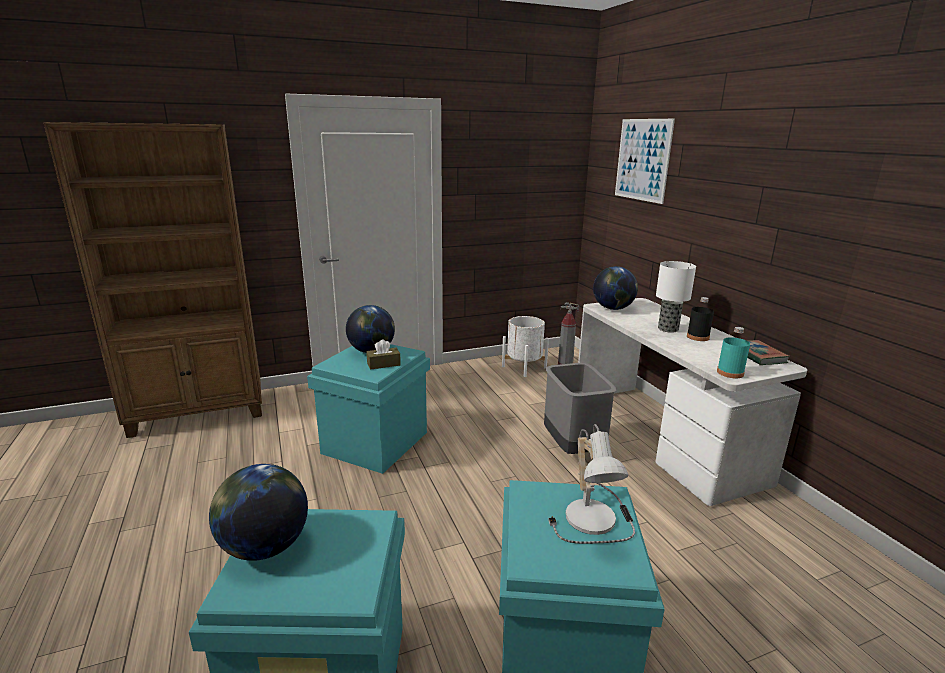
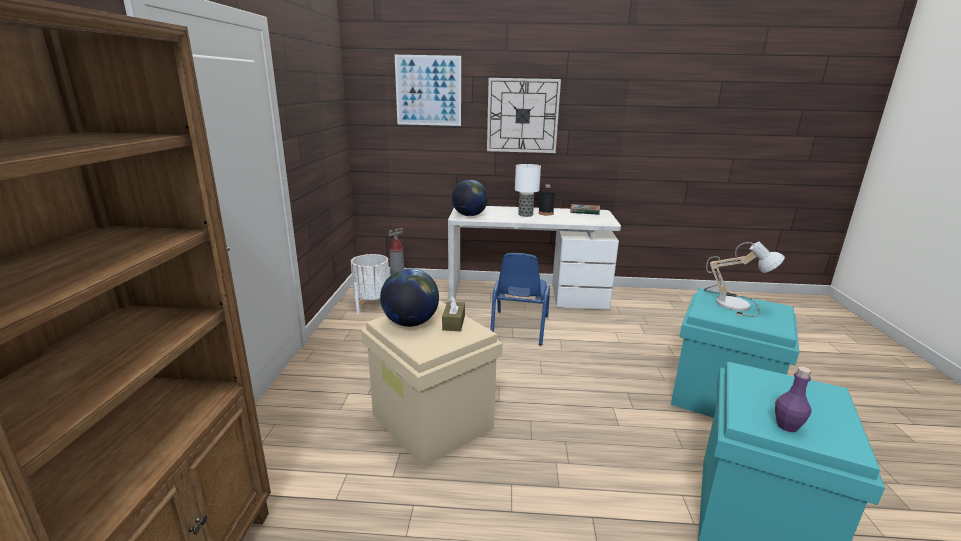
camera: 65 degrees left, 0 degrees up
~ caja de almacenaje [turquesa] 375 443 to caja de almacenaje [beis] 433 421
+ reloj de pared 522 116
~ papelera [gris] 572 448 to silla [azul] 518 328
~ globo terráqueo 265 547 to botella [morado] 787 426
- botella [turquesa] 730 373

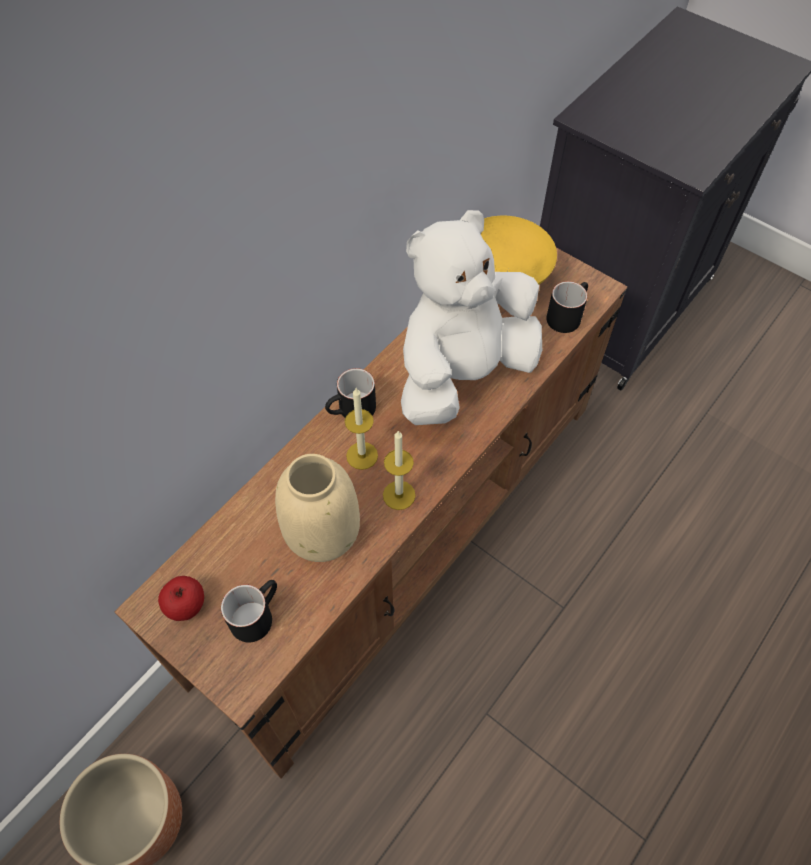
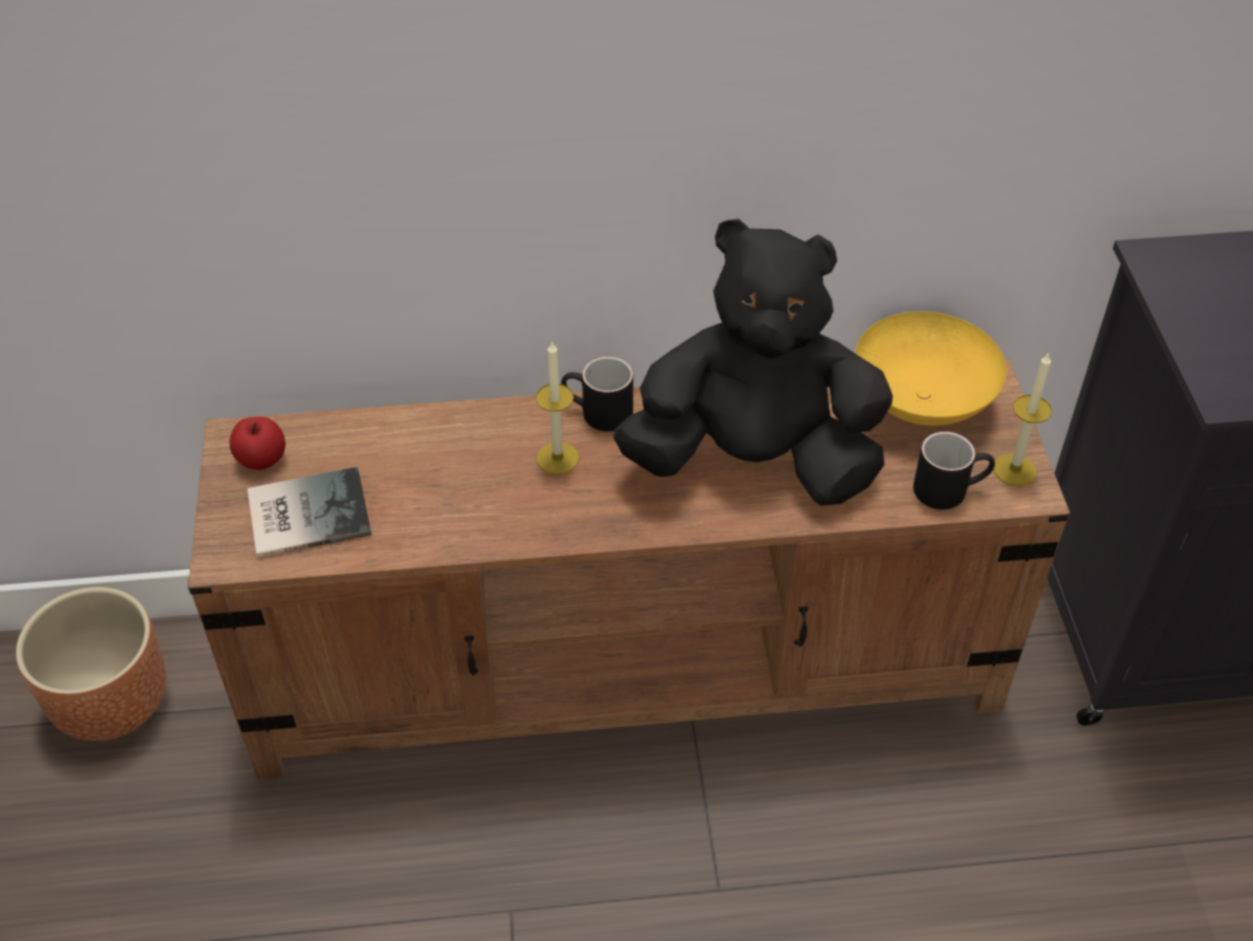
camera: 45 degrees right, 10 degrees down
~ taza grande [negro] 256 614 to libro 305 512
~ peluche [blanco] 463 373 to peluche [negro] 754 460
~ vela 399 495 to 1014 469
- florero [beis] 322 532

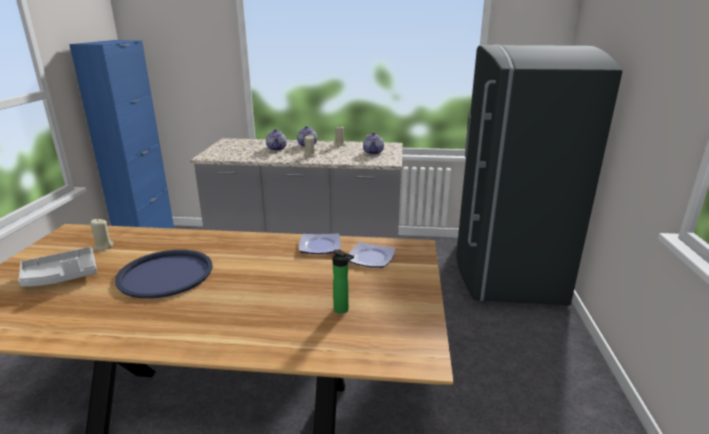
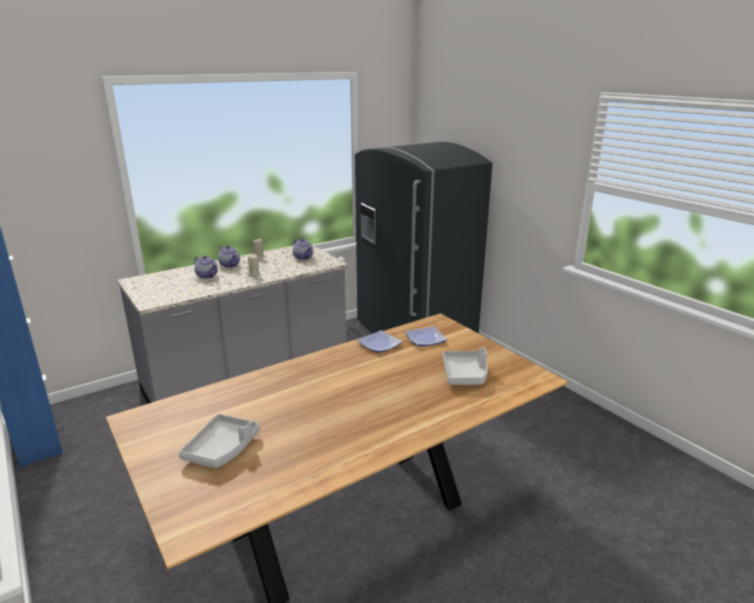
camera: 40 degrees left, 0 degrees up
~ botella 343 310 to bandeja [gris] 465 374
- vela [beis] 103 246
- bandeja [azul] 165 274

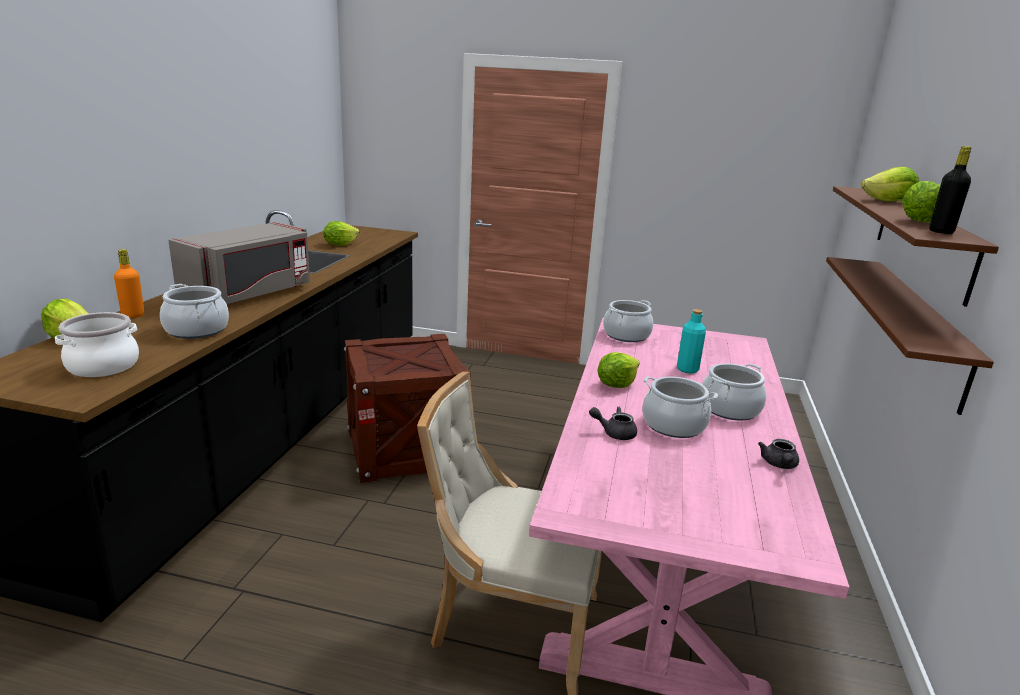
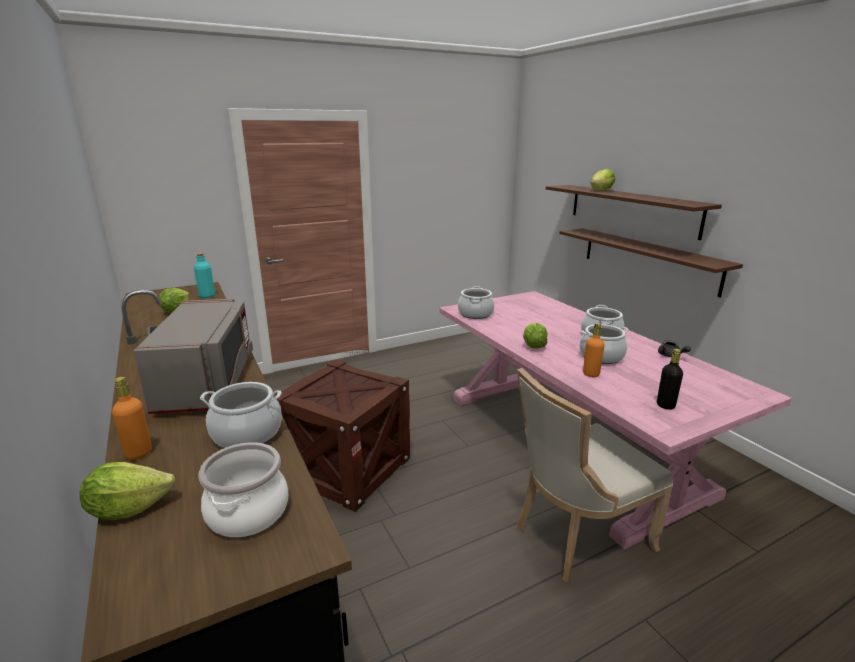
camera: 40 degrees left, 0 degrees up
~ botella [turquesa] 687 369 to 207 296
~ tetera [gris] 614 433 to botella [naranja] 591 374
~ botella [negro] 941 232 to 665 405
- lechuga 918 221

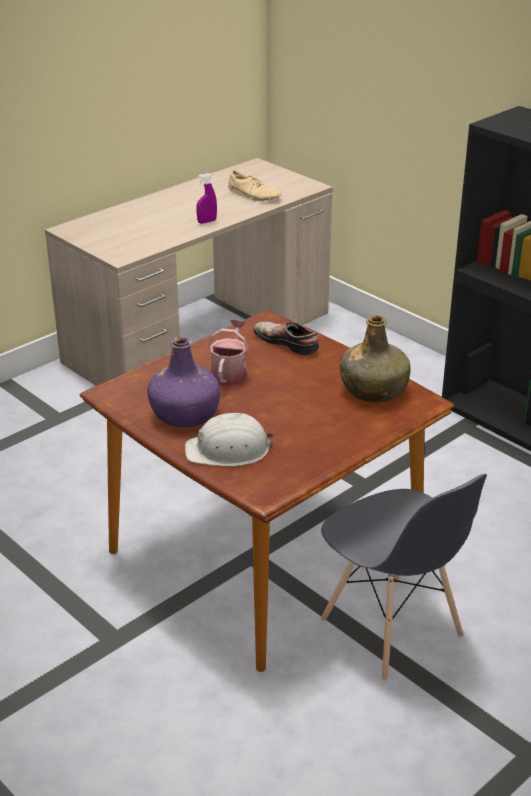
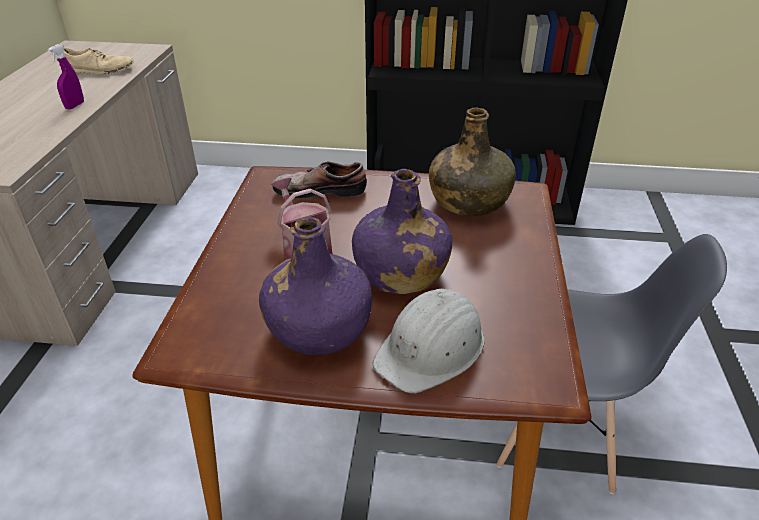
camera: 40 degrees left, 5 degrees up
+ botella [morado] 400 273

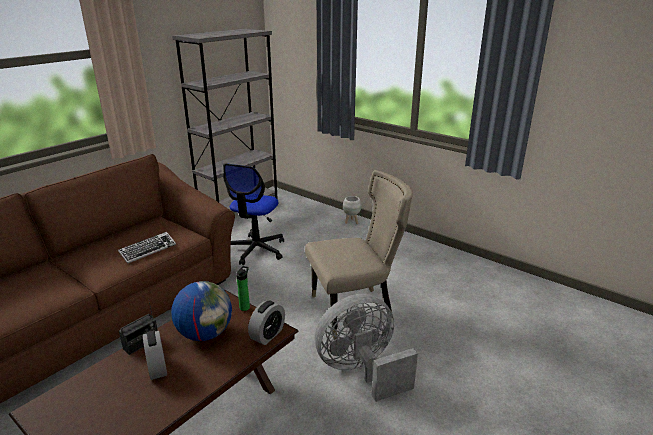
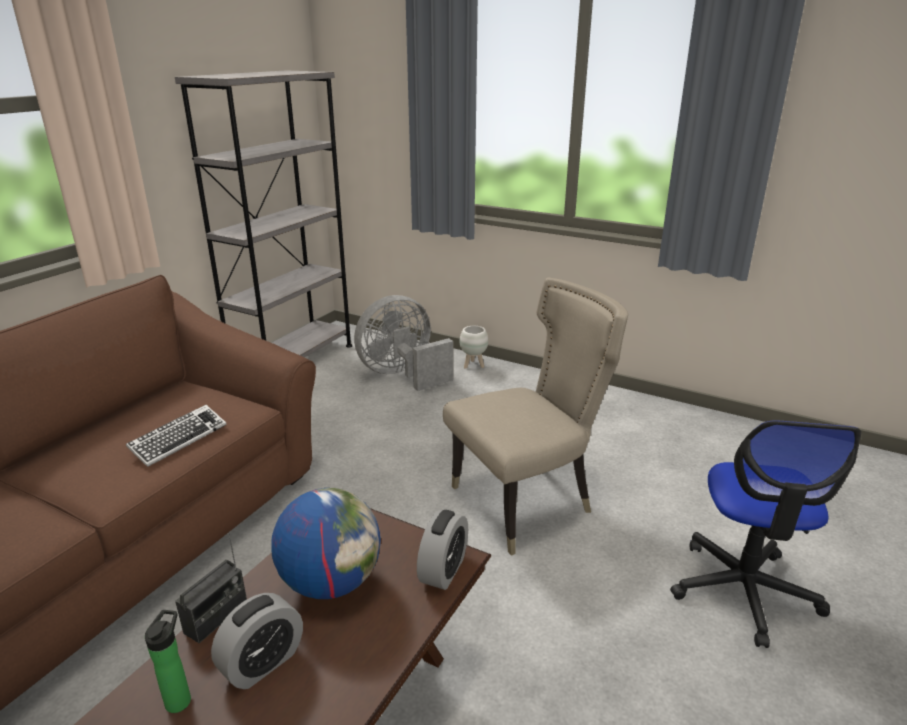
camera: 10 degrees left, 0 degrees up
~ botella 245 307 to 180 698
~ despertador 157 368 = 262 663 105 degrees counterclockwise
~ ventilador [gris] 361 371 to 402 375
~ silla de oficina 256 250 to 744 590

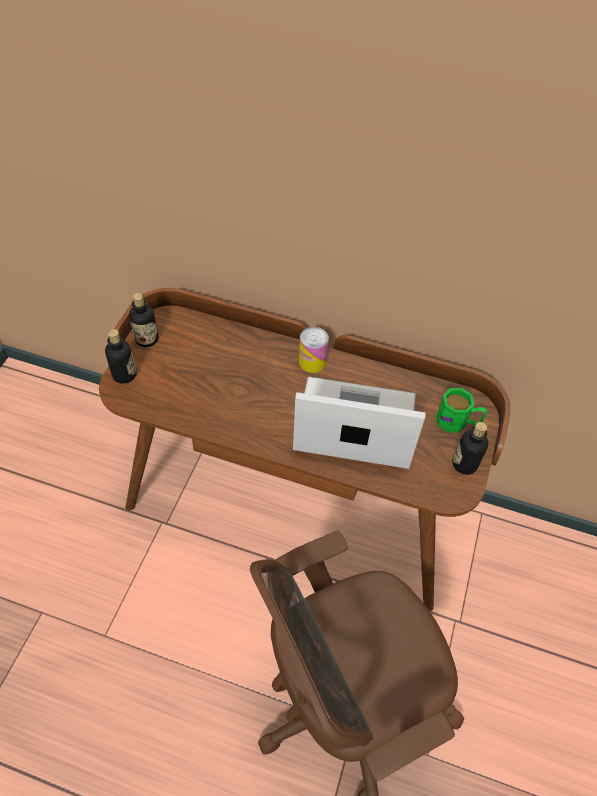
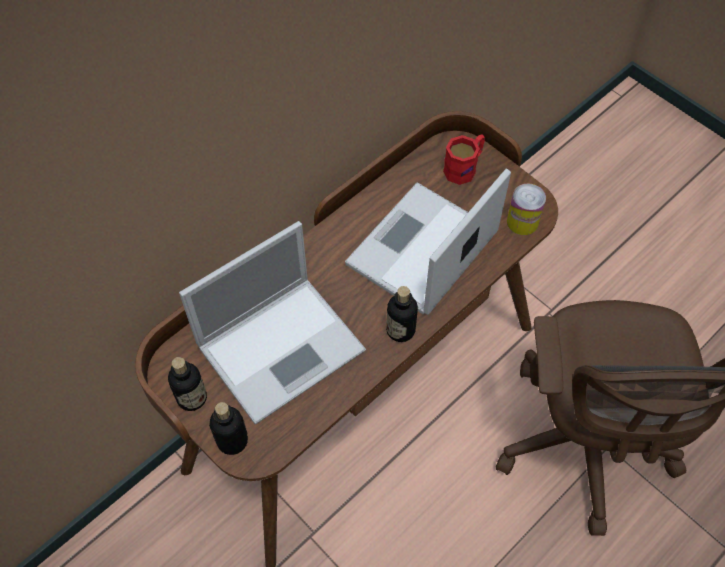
camera: 60 degrees left, 5 degrees up
+ portátil 283 346
~ botella 464 464 to 400 330
~ taza grande [verde] 458 422 to taza grande [rojo] 464 167
~ lata 312 361 to 522 222

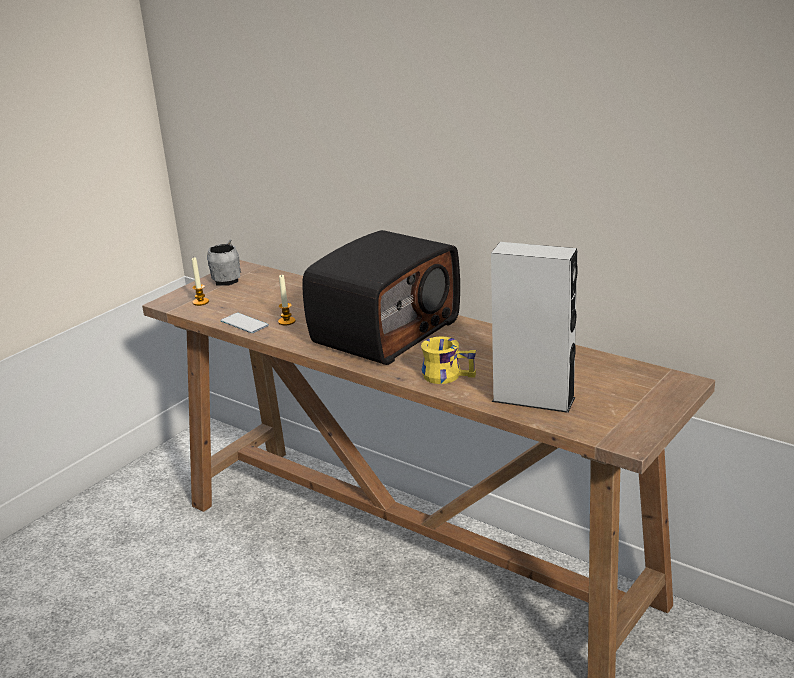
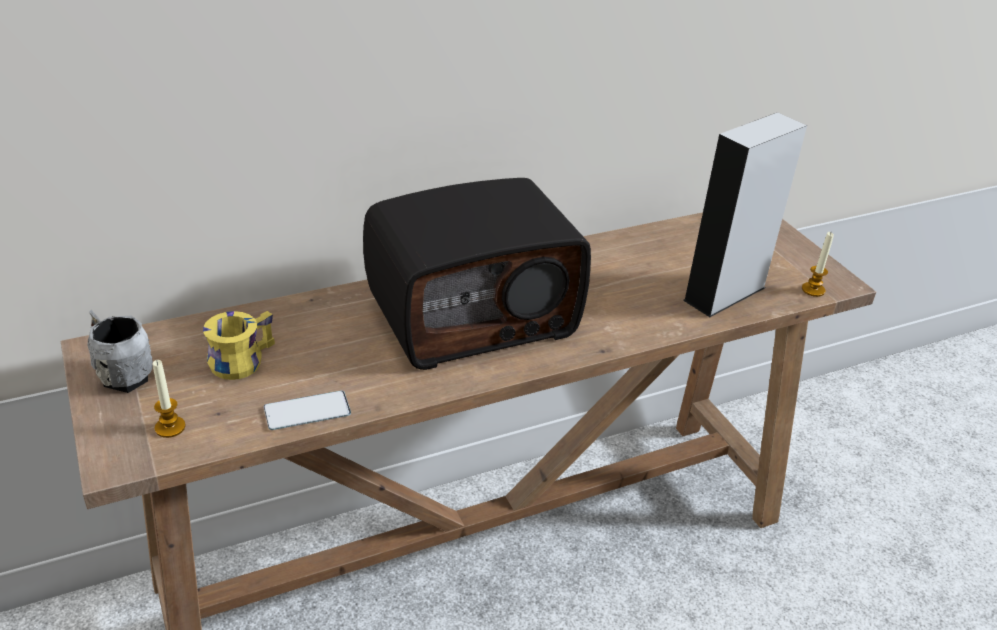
camera: 65 degrees left, 10 degrees up
~ taza grande [amarillo] 448 374 to 239 358
~ radio 384 331 = 472 314 90 degrees clockwise
~ vela 286 321 to 813 290

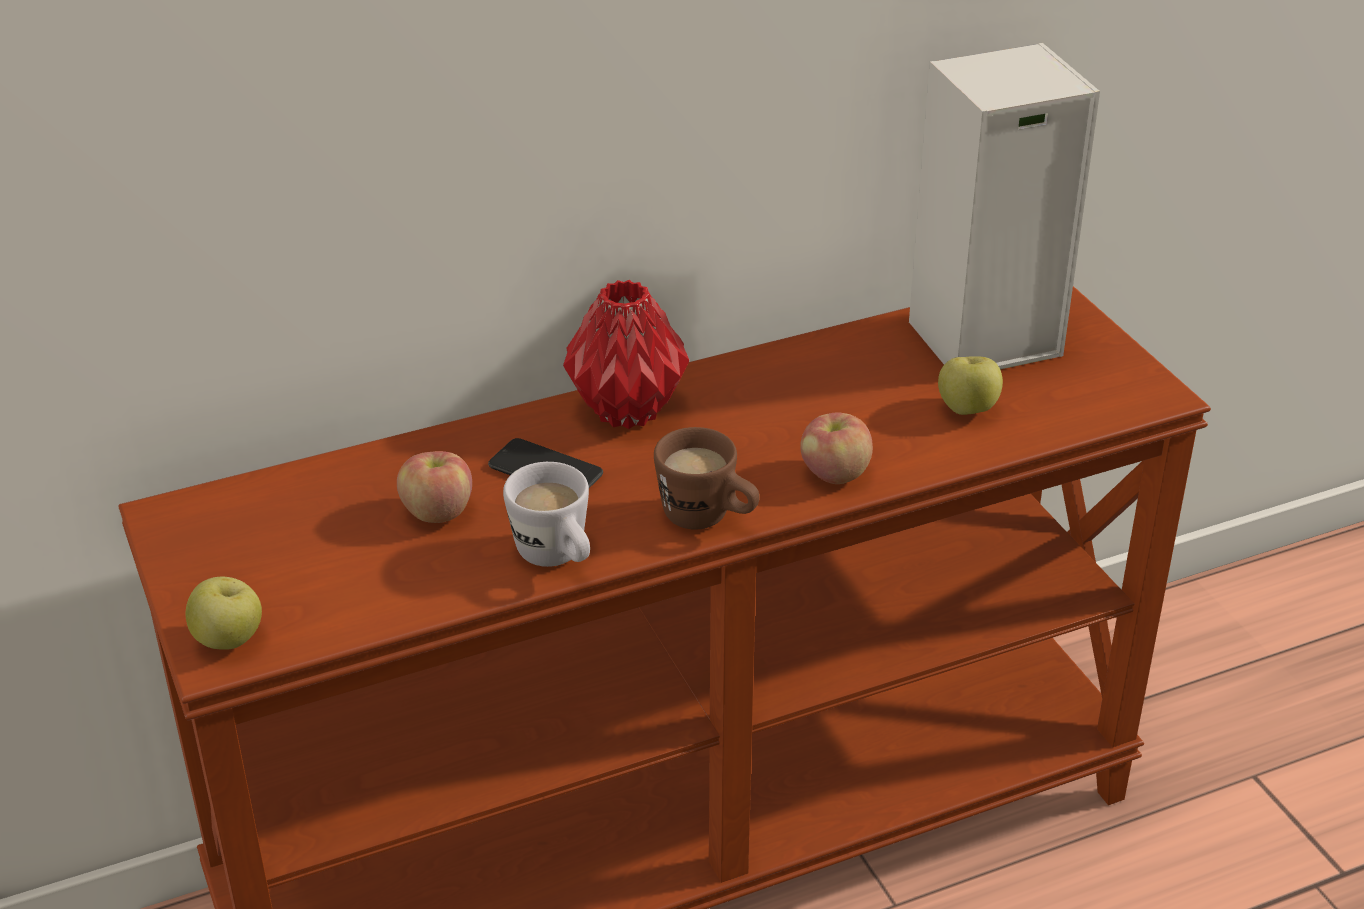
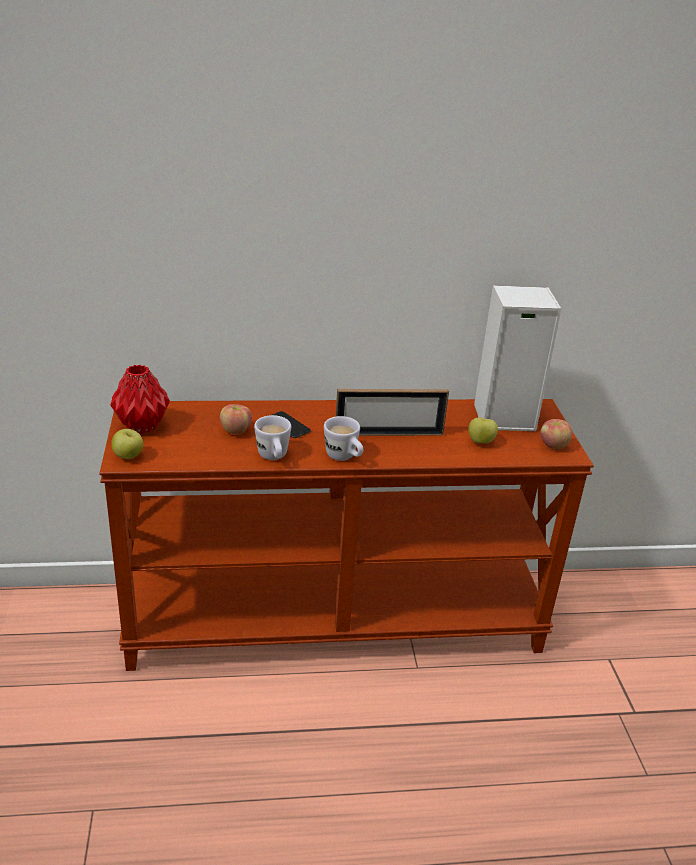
camera: 15 degrees right, 5 degrees down
~ florero [rojo] 627 412 to 141 427
~ taza grande [marrón] 708 519 to taza grande [blanco] 344 458
+ portarretratos 389 434
~ manzana 835 474 to 553 445

